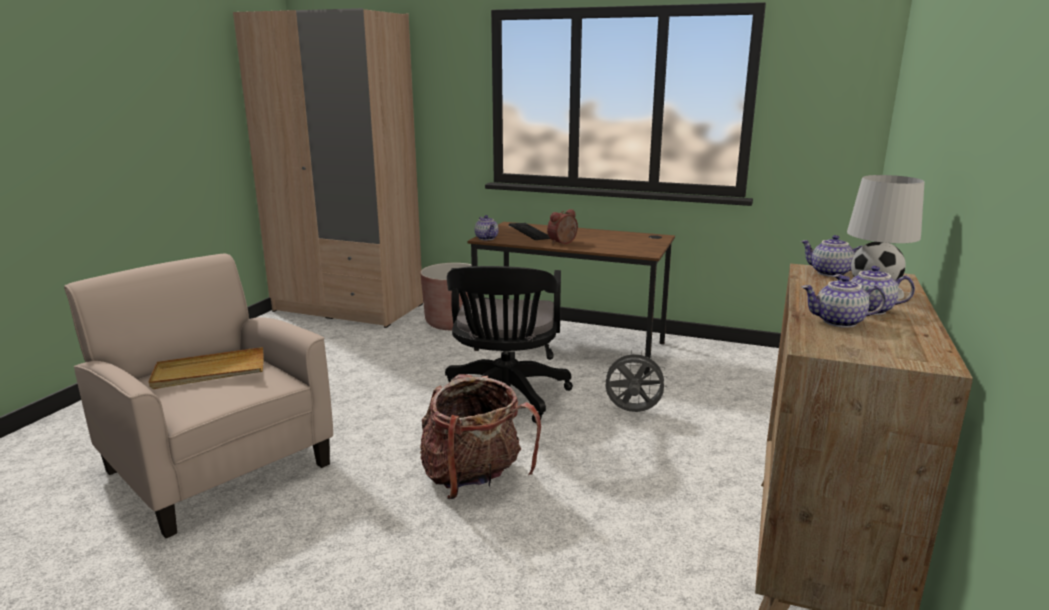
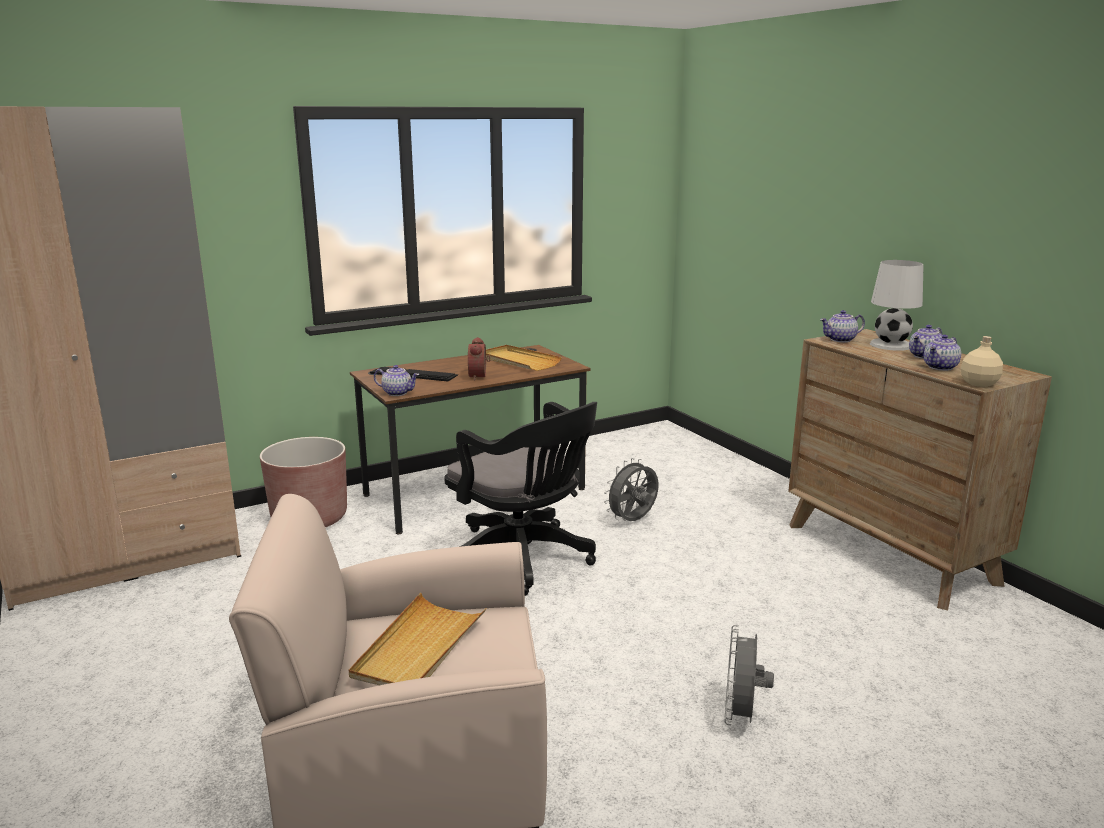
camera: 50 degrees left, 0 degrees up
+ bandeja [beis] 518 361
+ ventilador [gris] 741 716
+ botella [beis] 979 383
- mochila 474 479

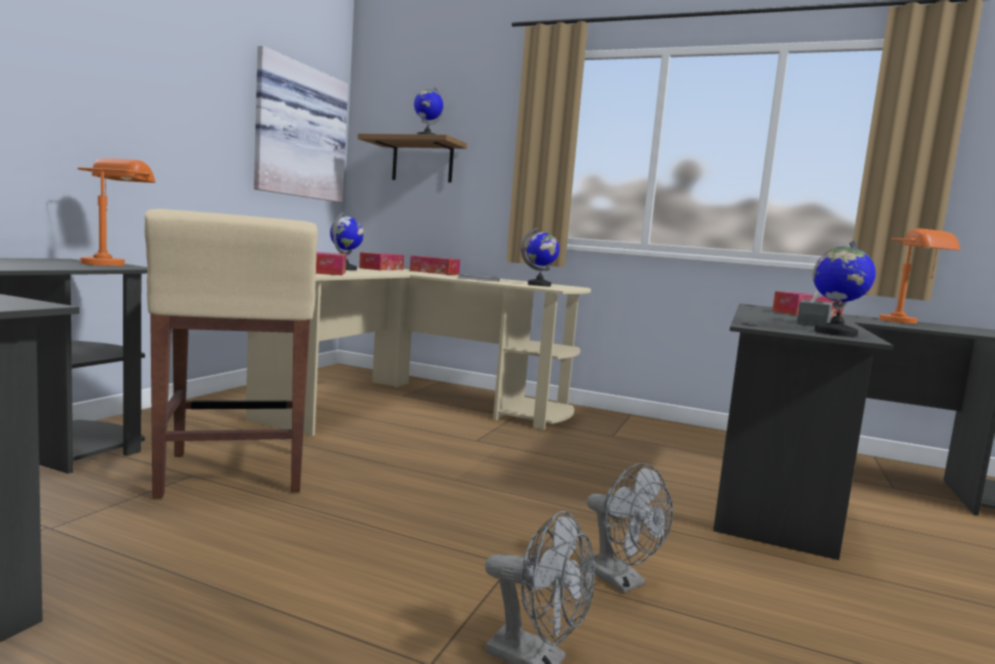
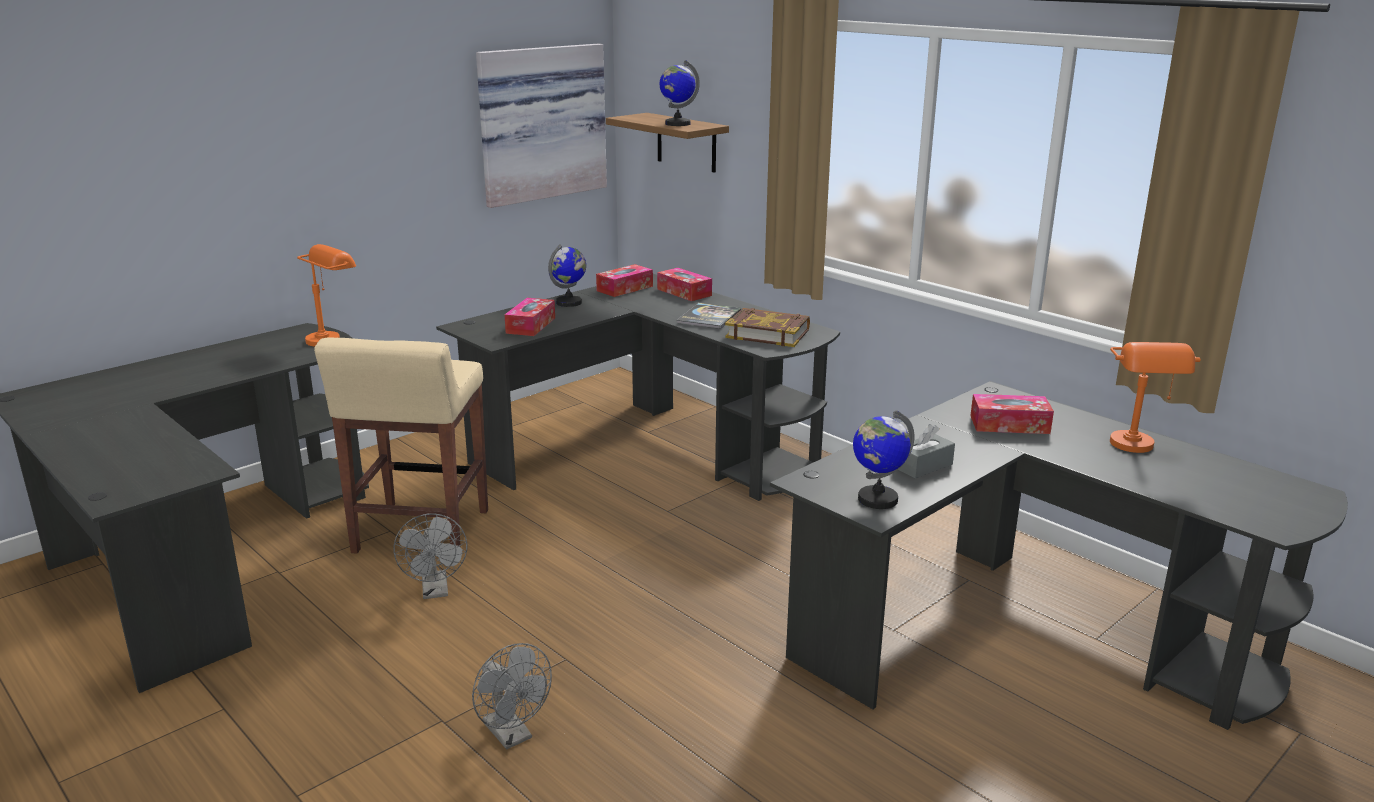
camera: 25 degrees right, 15 degrees up
~ ventilador [gris] 621 581 to 436 591
~ escritorio [beis] 416 405 to escritorio [negro] 650 450
~ globo terráqueo 539 285 to libro 768 333

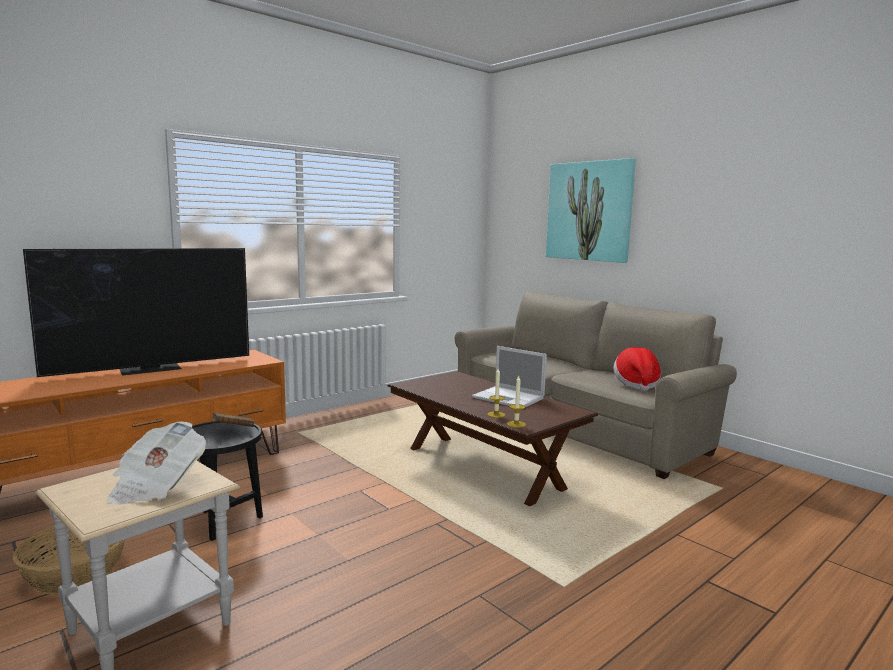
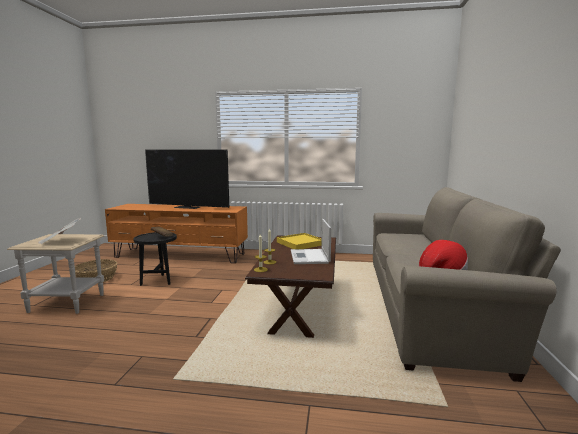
camera: 50 degrees right, 0 degrees up
+ bandeja [amarillo] 300 243
- cuadro 589 211

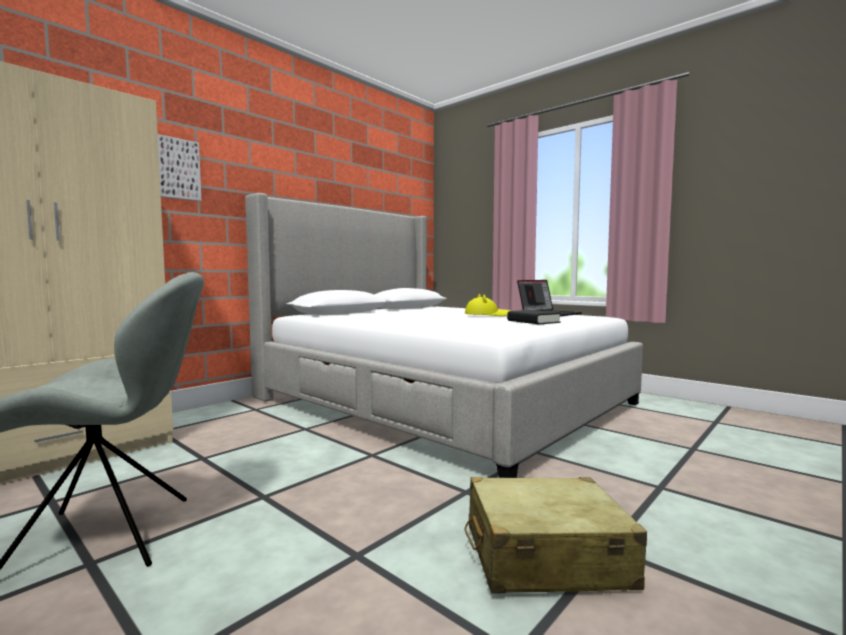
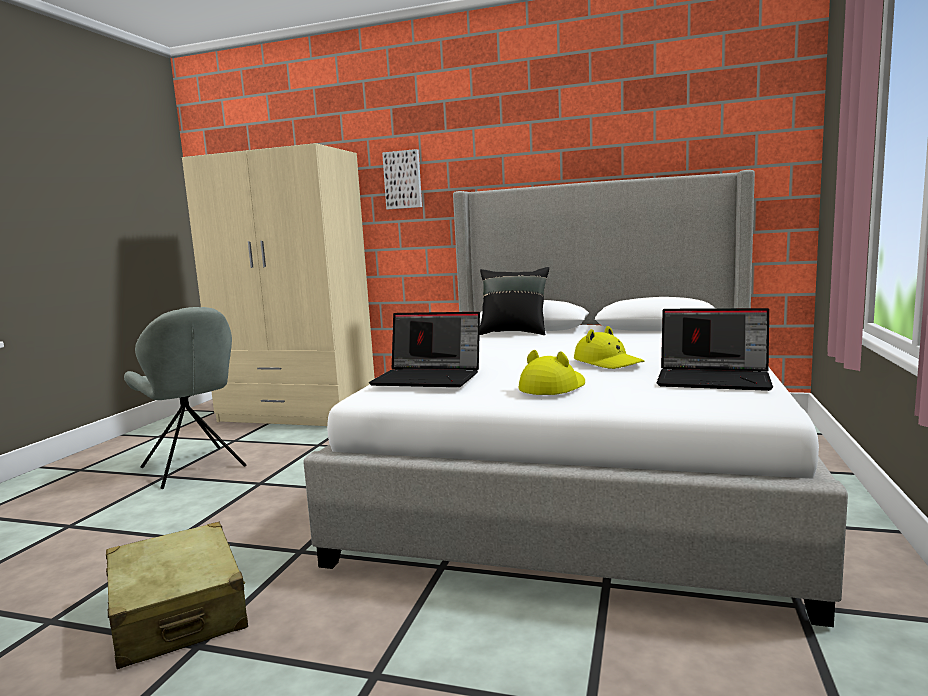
camera: 65 degrees right, 5 degrees up
+ portátil 429 378
+ cojín [negro] 514 333
~ libro [negro] 533 321 to sombrero [amarillo] 553 387

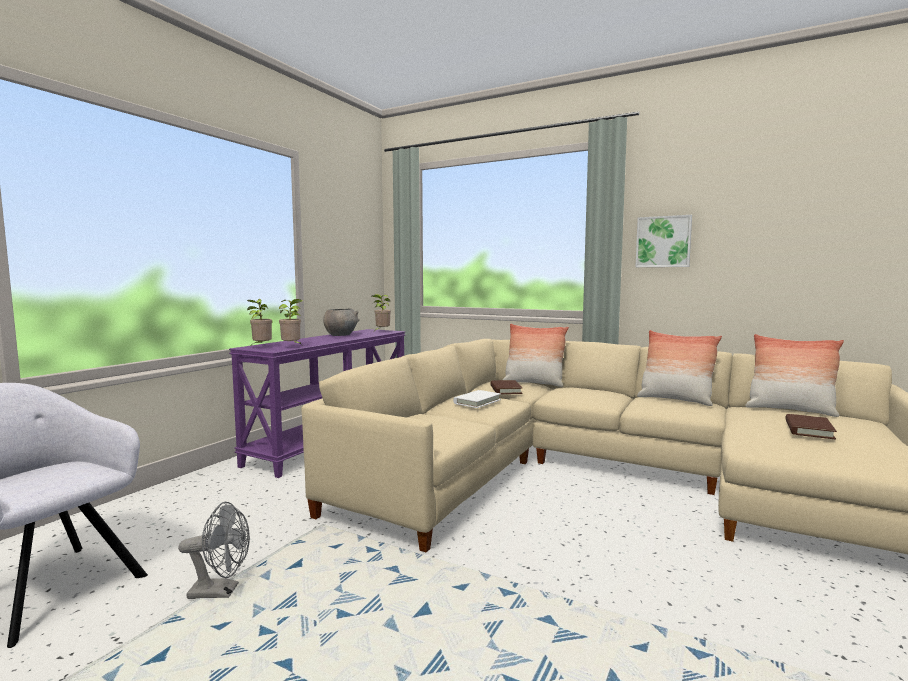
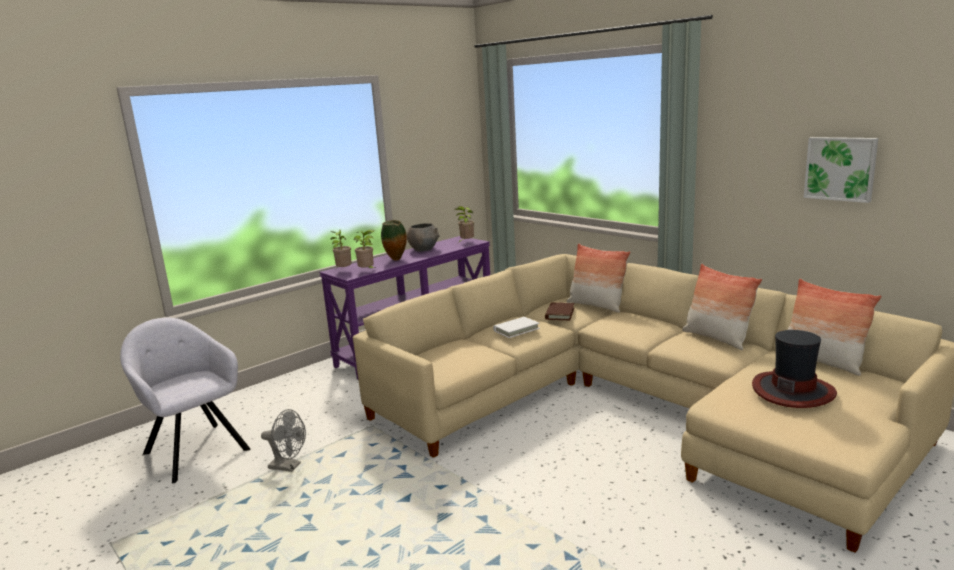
camera: 20 degrees right, 10 degrees up
+ florero 396 260
~ libro [marrón] 808 429 to sombrero 793 390
~ cuadro 663 242 to 840 168

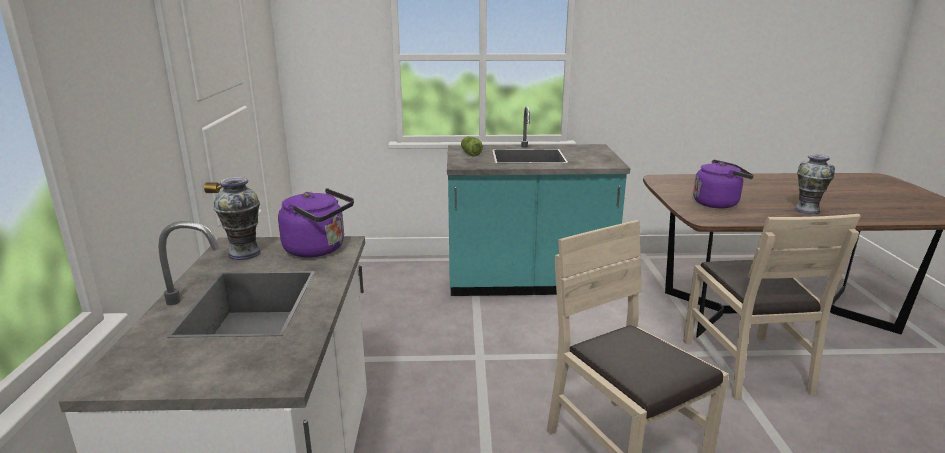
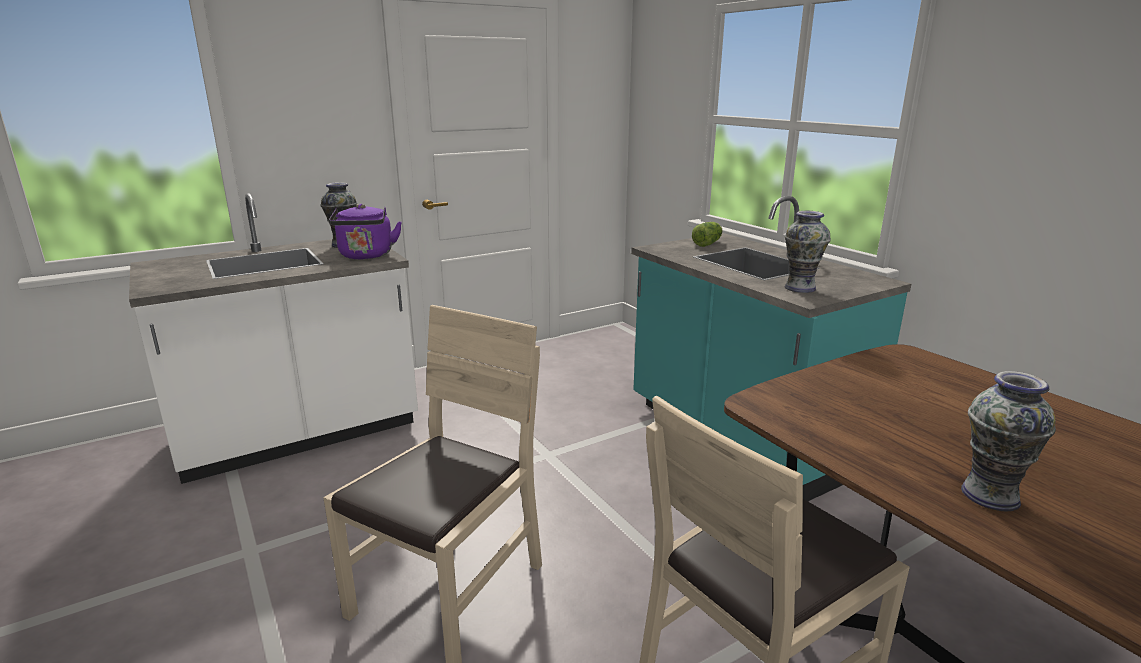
camera: 60 degrees right, 0 degrees up
+ florero 799 288
- hervidor [morado] 718 203

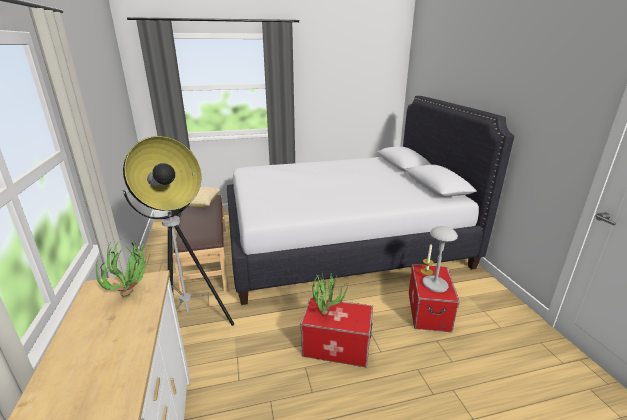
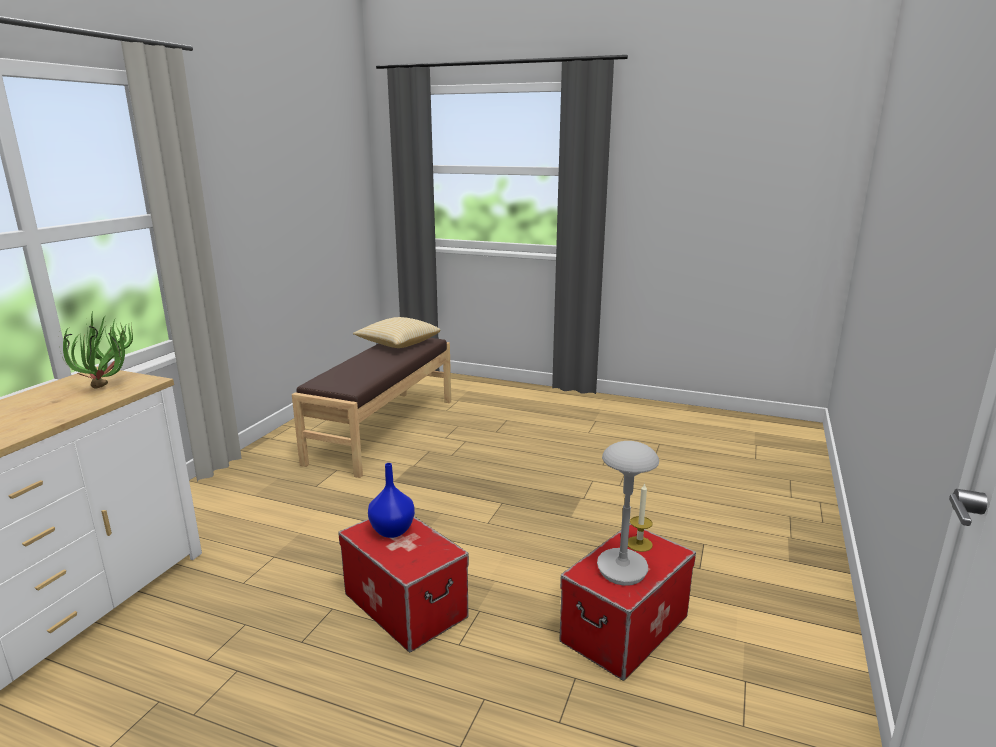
camera: 35 degrees right, 5 degrees down
~ planta en maceta 326 310 to florero [azul] 393 531
- lámpara de pie 191 330
- cama [blanco] 341 242

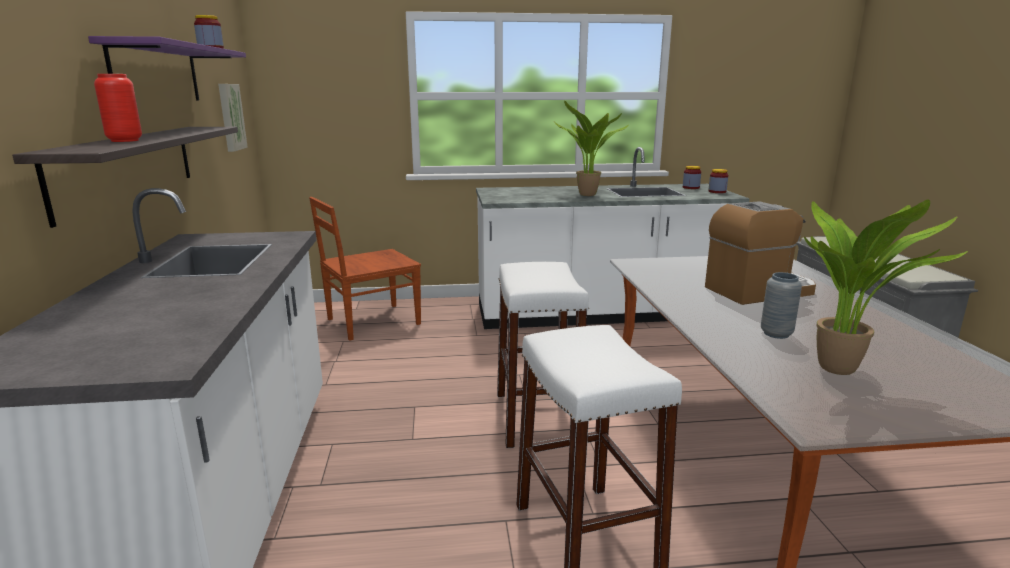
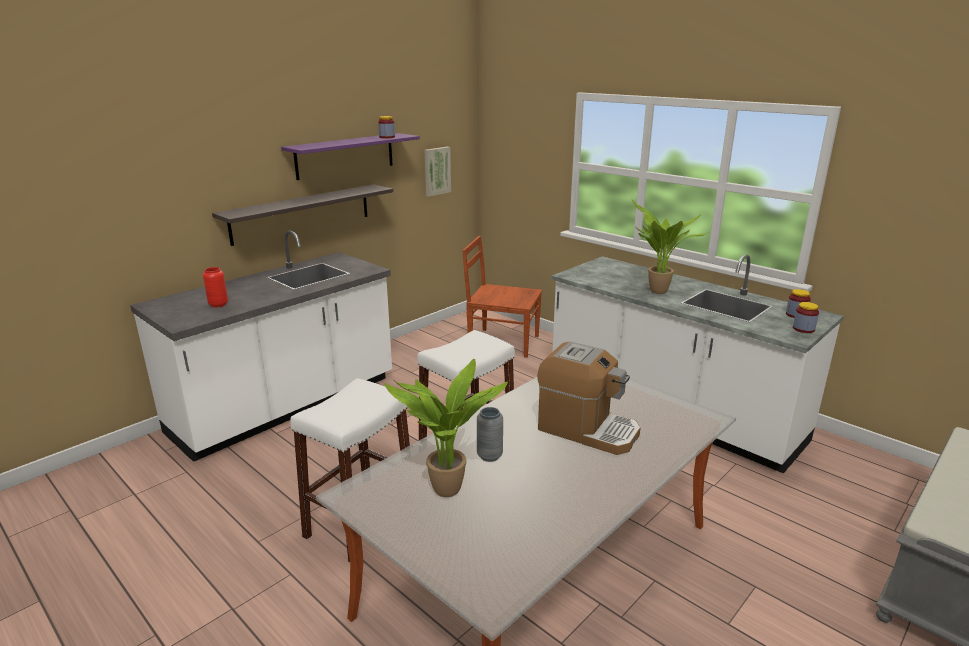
camera: 50 degrees right, 5 degrees up
~ florero [rojo] 125 141 to 218 304

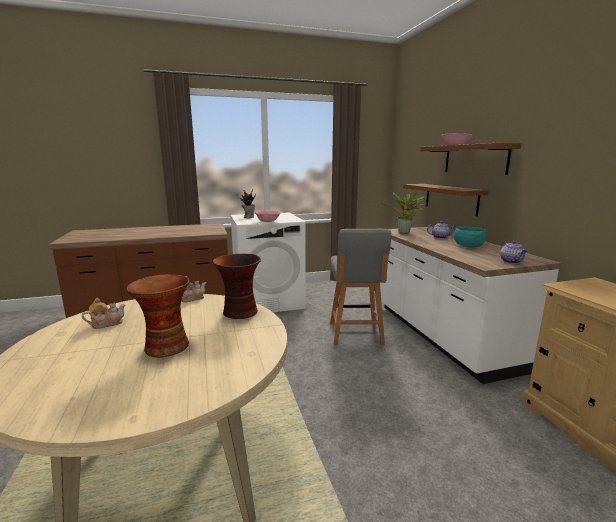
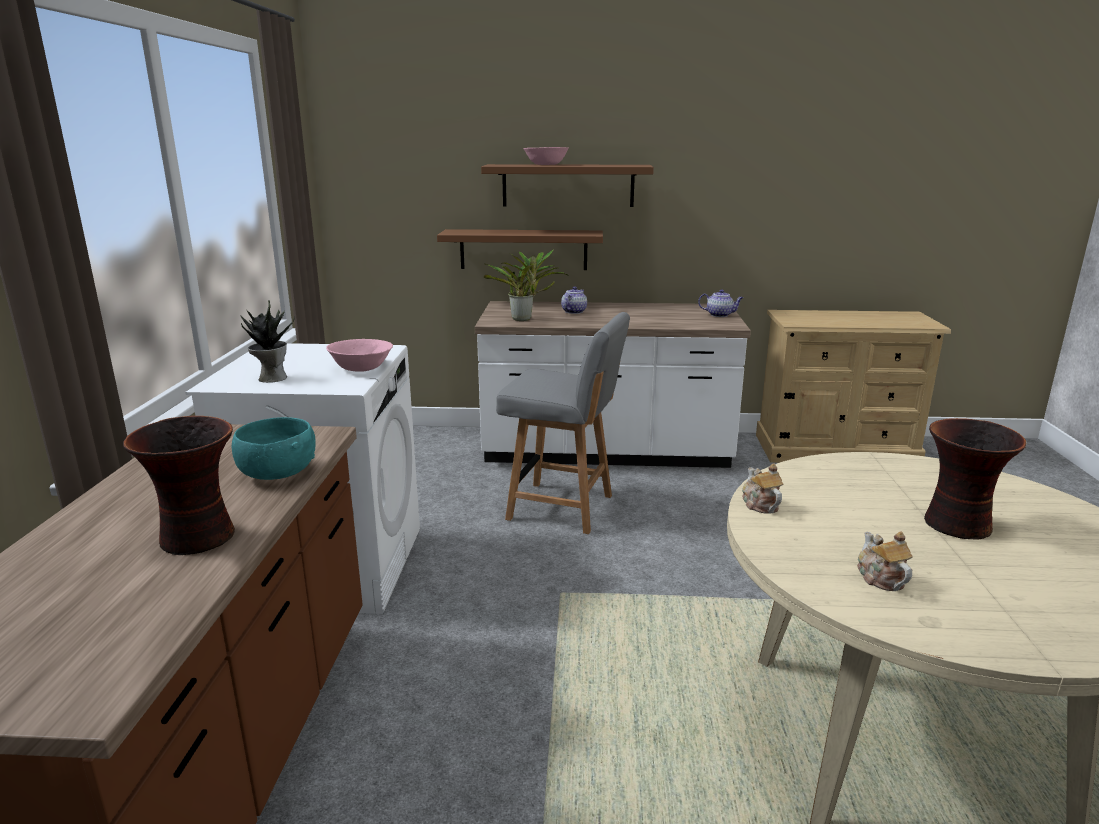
camera: 70 degrees left, 5 degrees up
~ florero 239 312 to 199 538
~ cuenco [turquesa] 468 246 to 277 474

